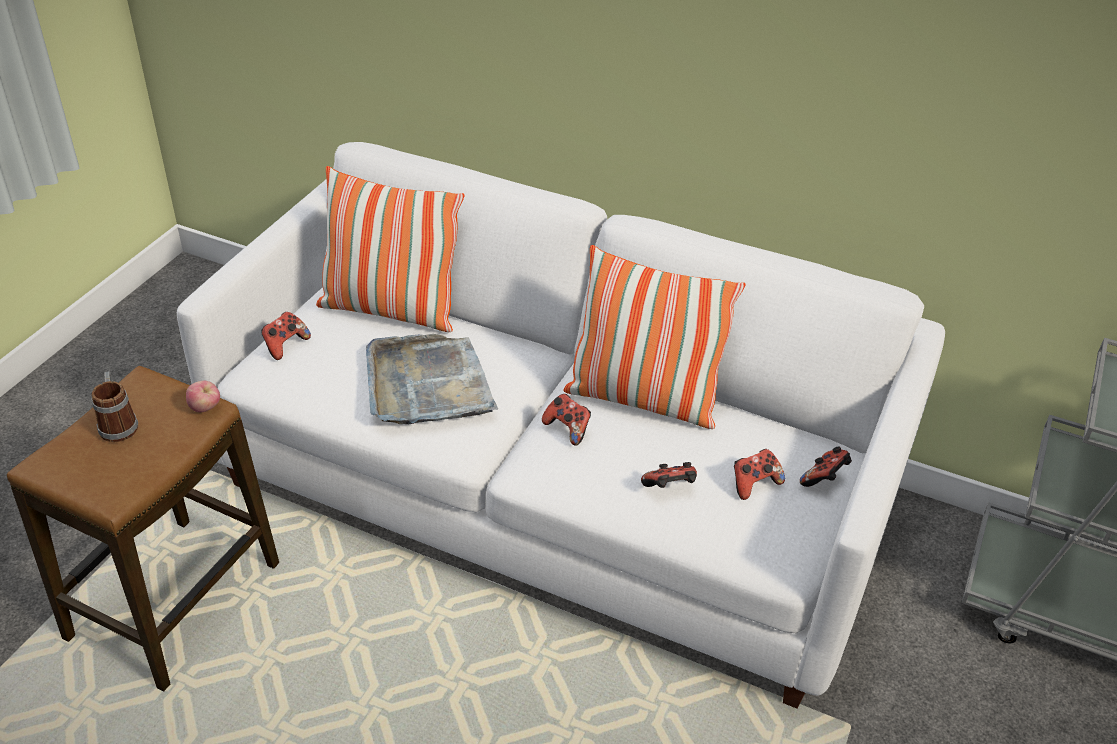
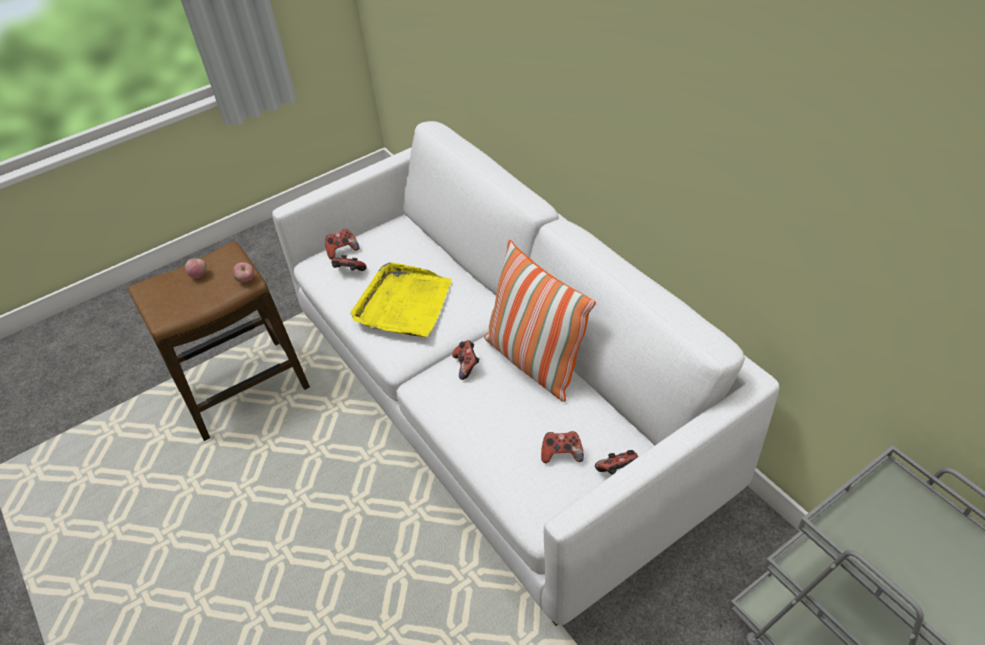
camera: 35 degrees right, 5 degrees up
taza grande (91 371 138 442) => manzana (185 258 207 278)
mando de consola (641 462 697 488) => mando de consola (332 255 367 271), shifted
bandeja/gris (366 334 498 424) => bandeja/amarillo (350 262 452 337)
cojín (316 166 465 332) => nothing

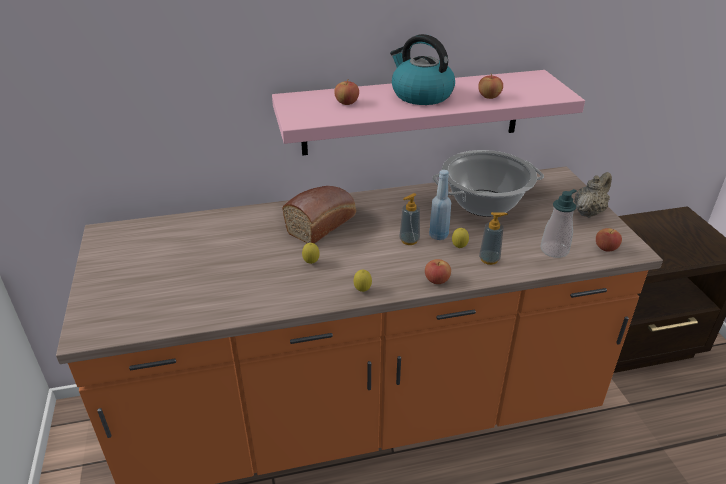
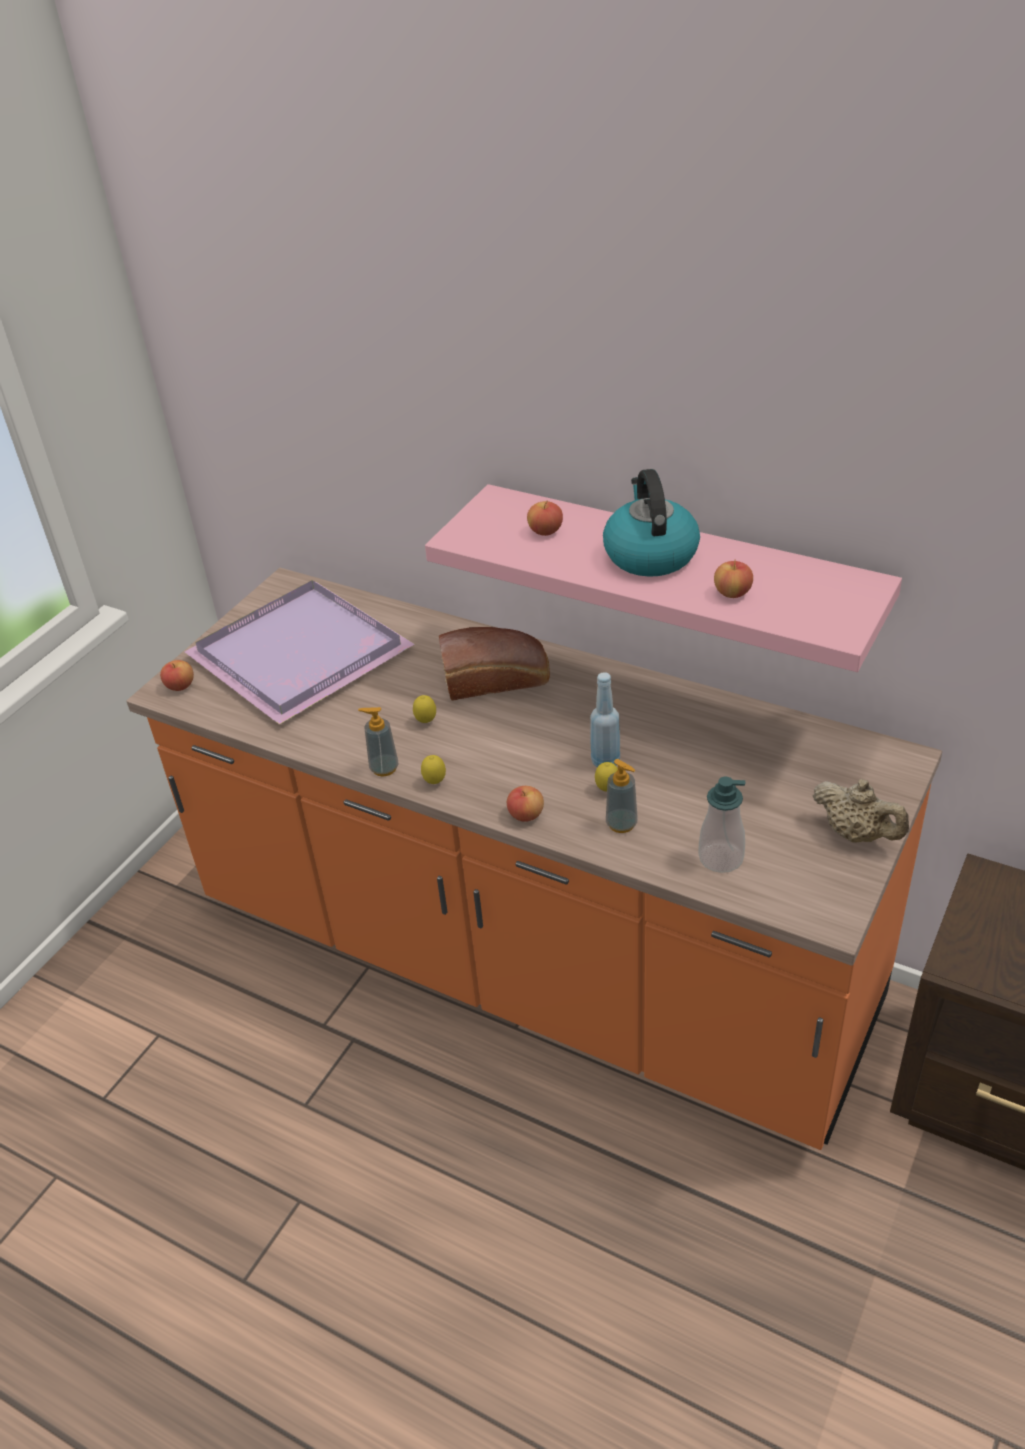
camera: 45 degrees right, 5 degrees up
manzana (596 228 622 252) => manzana (160 660 194 691), shifted
nothing => bandeja/morado (185 580 415 725)
dispensador de jabón (399 193 420 245) => dispensador de jabón (358 707 398 777), shifted
tetera/beis (574 172 612 218) => tetera/beis (813 779 909 843), 45 degrees clockwise
olla (432 150 544 217) => nothing

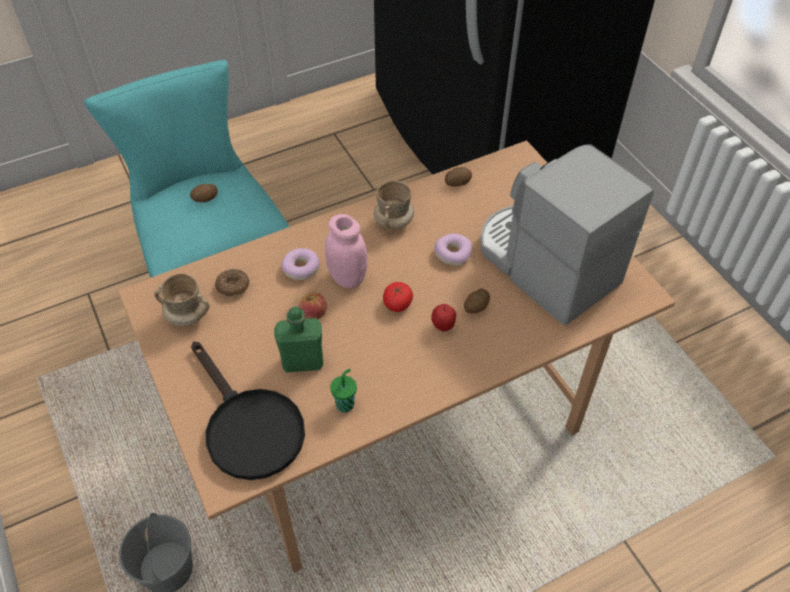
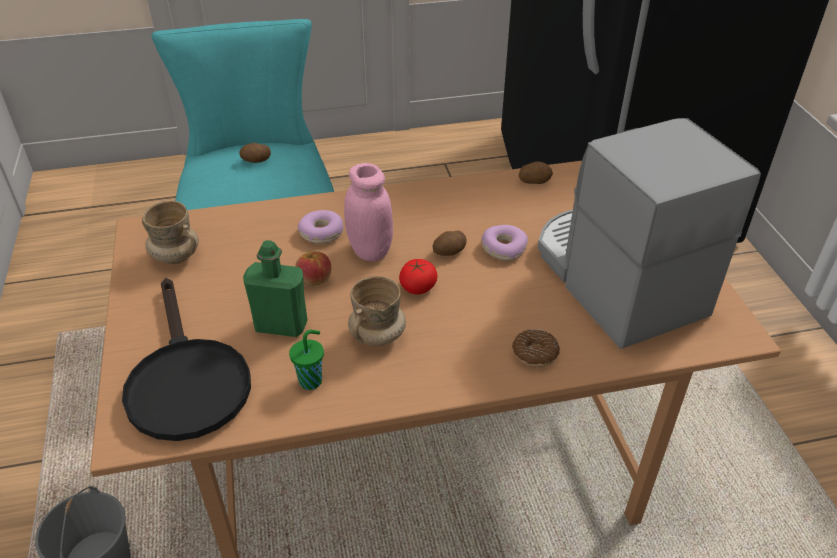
camera: 15 degrees right, 10 degrees down
taza grande/beis (374 180 414 229) => taza grande/beis (348 276 406 346), shifted
patata (464 288 490 314) => patata (433 231 467 256), shifted
rosquilla (215 269 250 297) => rosquilla (512 329 560 367), shifted
manzana (431 304 456 332) => nothing

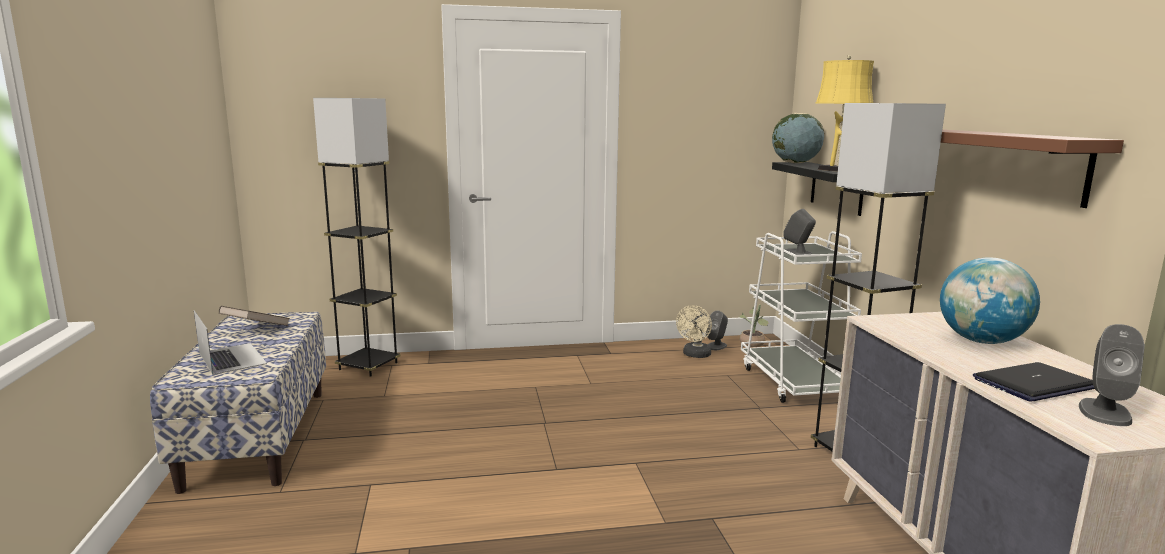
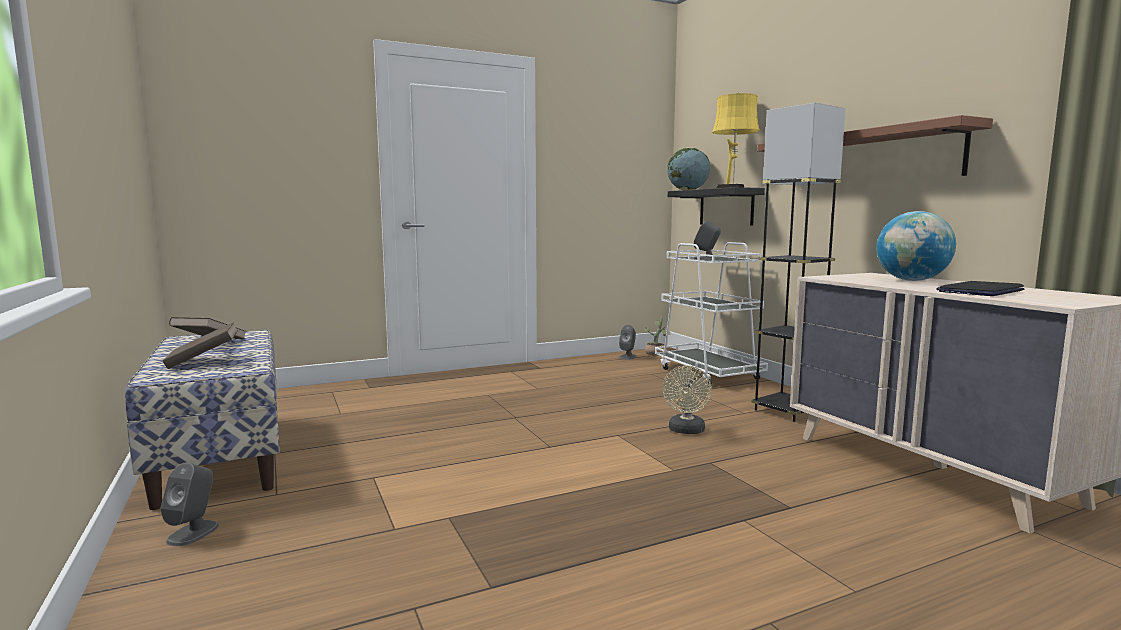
camera: 15 degrees left, 5 degrees down
altavoz/gris (1079 324 1145 426) => altavoz/gris (160 463 219 546), shifted
portátil (194 310 267 375) => libro/marrón (162 322 238 369)
ventilador/beis (676 305 712 358) => ventilador/beis (662 365 712 434), shifted
lámpara de pie/gris (313 98 400 377) => nothing

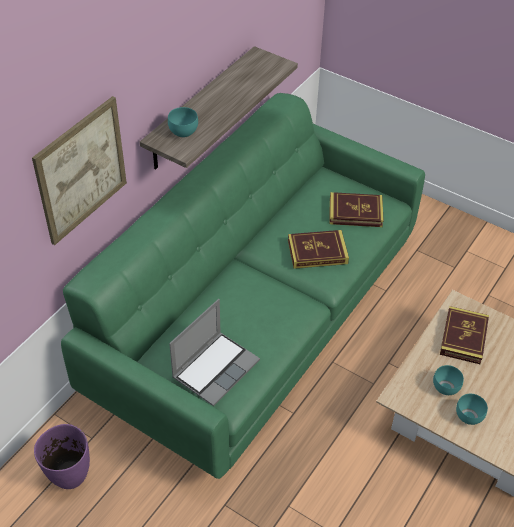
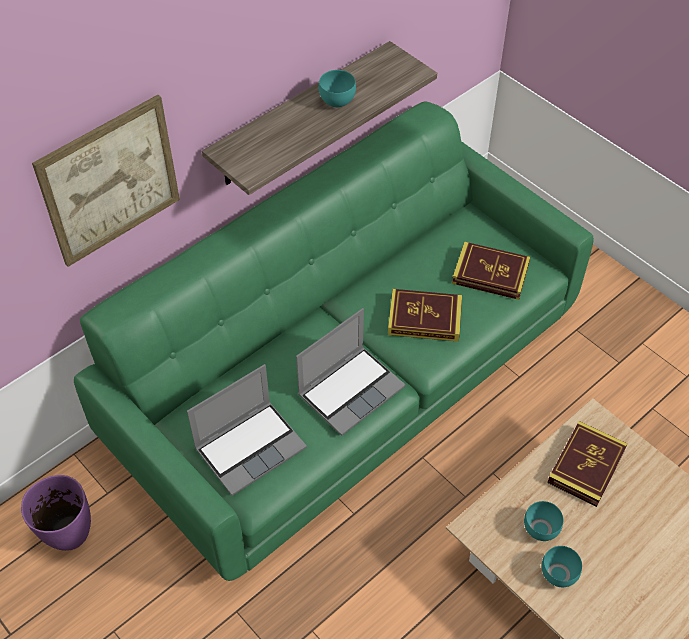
camera: 15 degrees right, 5 degrees up
nothing => portátil (296 308 405 436)
cuenco/turquesa (168 107 198 138) => cuenco/turquesa (319 70 356 108), shifted

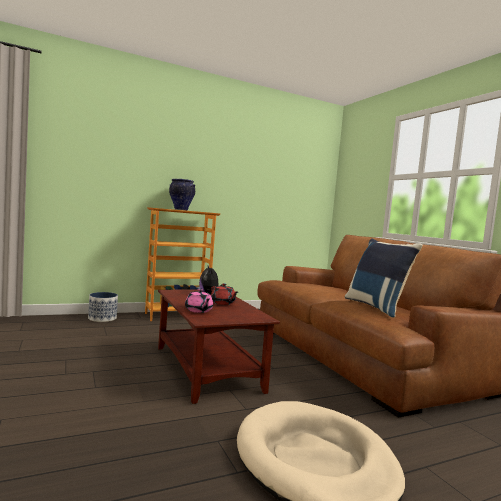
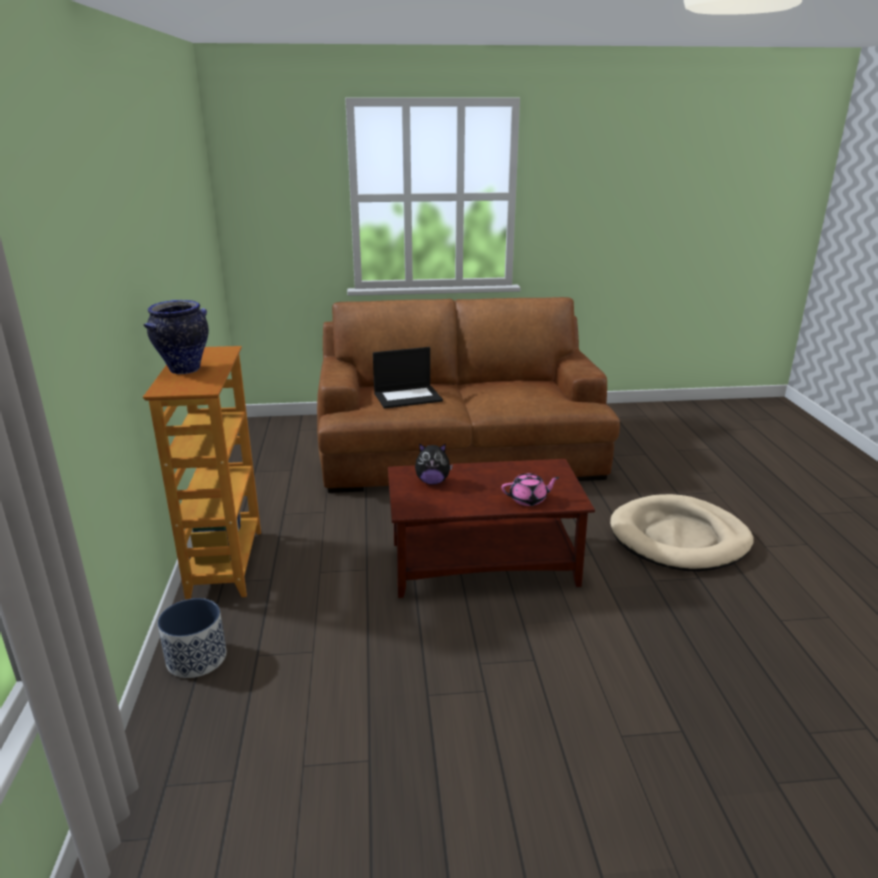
camera: 70 degrees left, 20 degrees up
nothing => portátil (373 347 443 409)
tetera/rojo (211 283 238 305) => nothing
cojín/azul (345 239 423 318) => nothing

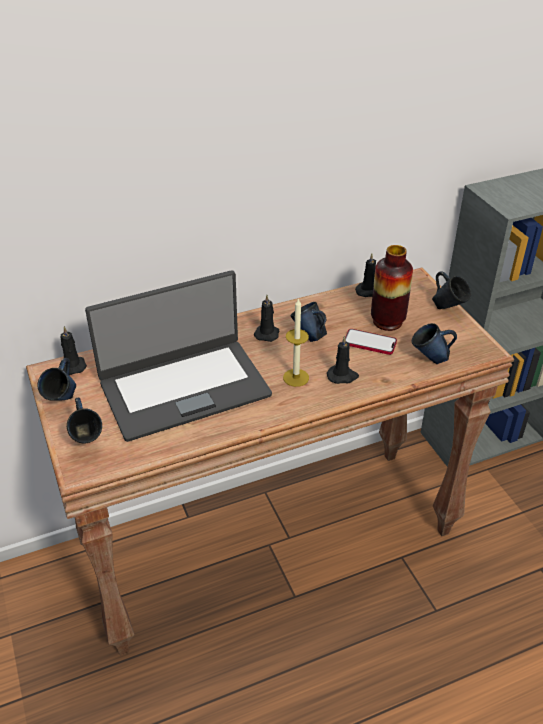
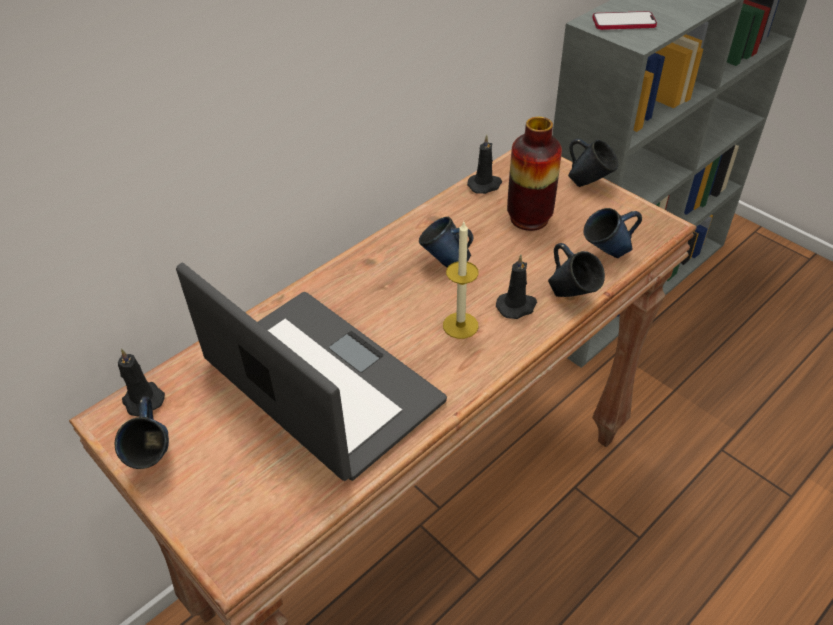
camera: 20 degrees left, 5 degrees up
portátil (85 271 272 442) => portátil (176 263 447 481), 90 degrees counterclockwise
taza grande/azul (67 398 102 443) => taza grande/azul (548 243 605 297), shifted
móvil (345 329 397 355) => móvil (593 11 657 30), shifted
vela/negro (254 295 279 342) => nothing

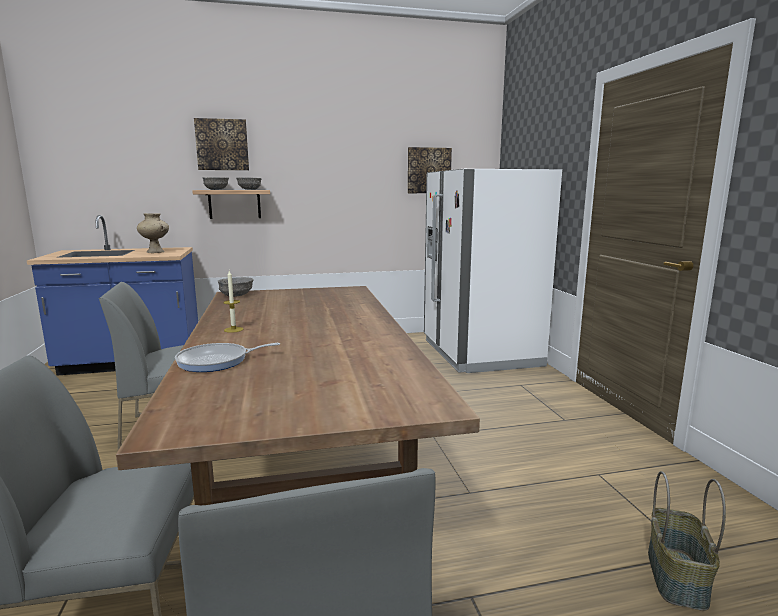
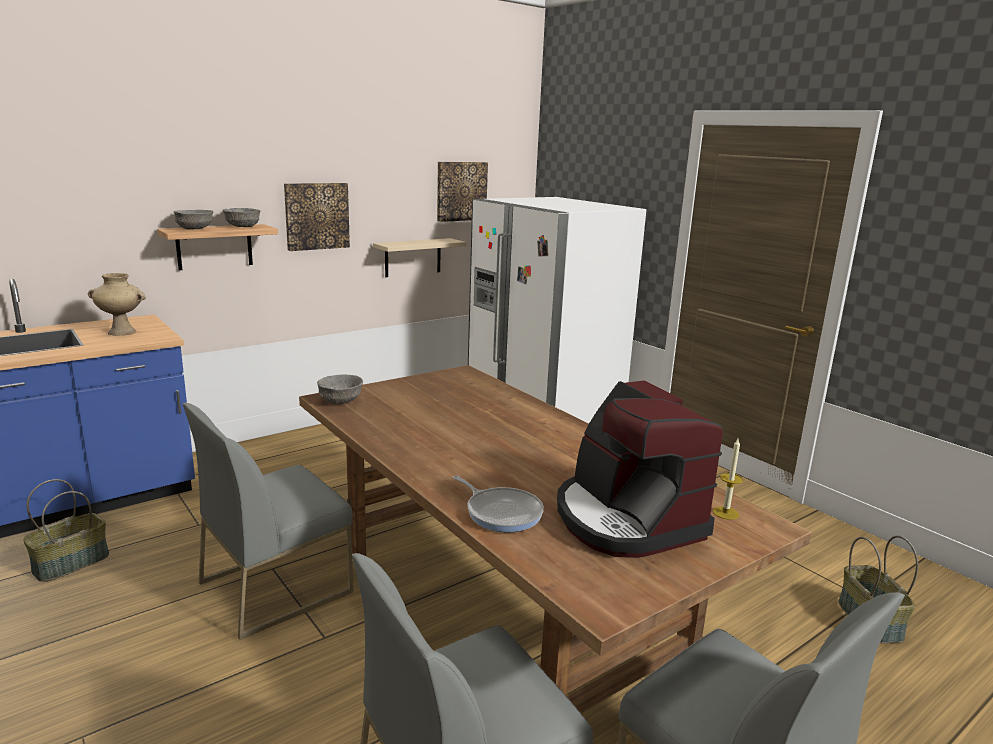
camera: 25 degrees left, 5 degrees up
nothing => cesta (23 479 109 582)
cuadro (194 118 249 170) => cuadro (284 183 350 251), shifted
nothing => estante/beis (373 238 466 277)
sartén (175 343 280 372) => sartén (453 475 544 532), 90 degrees counterclockwise
nothing => cafetera (557 380 723 558)
vela (223 271 243 333) => vela (713 439 743 520), shifted

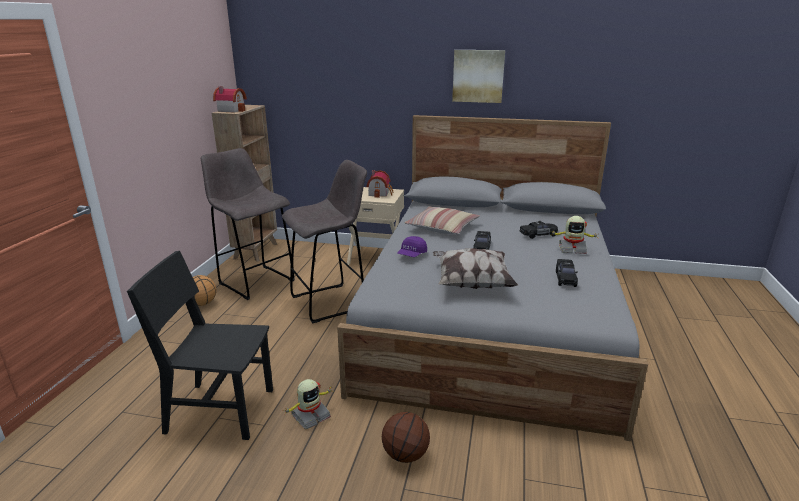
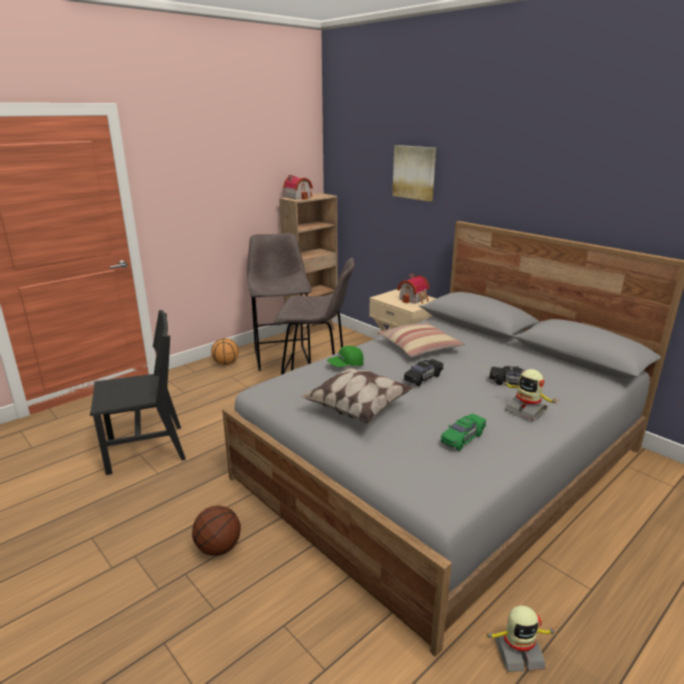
camera: 35 degrees right, 0 degrees up
silla/negro (127 251 273 440) => silla/negro (90 310 186 475), 120 degrees clockwise
gorra/morado (397 236 427 257) => gorra/verde (327 346 363 367)
cuadro (452 50 505 103) => cuadro (392 145 436 202), shifted
coche de juguete/negro (556 259 578 287) => coche de juguete/verde (441 414 486 451)
robot de juguete (283 379 333 430) => robot de juguete (483 605 557 672), shifted

